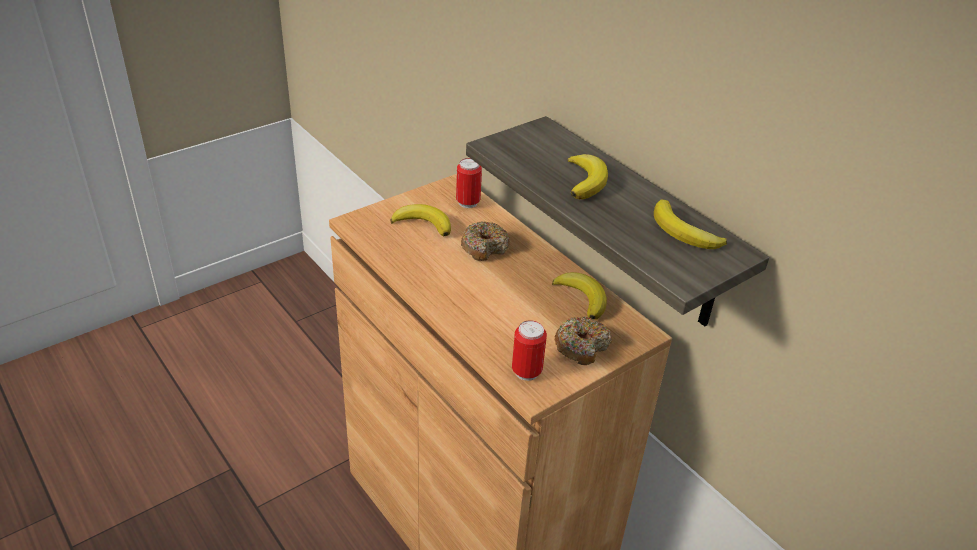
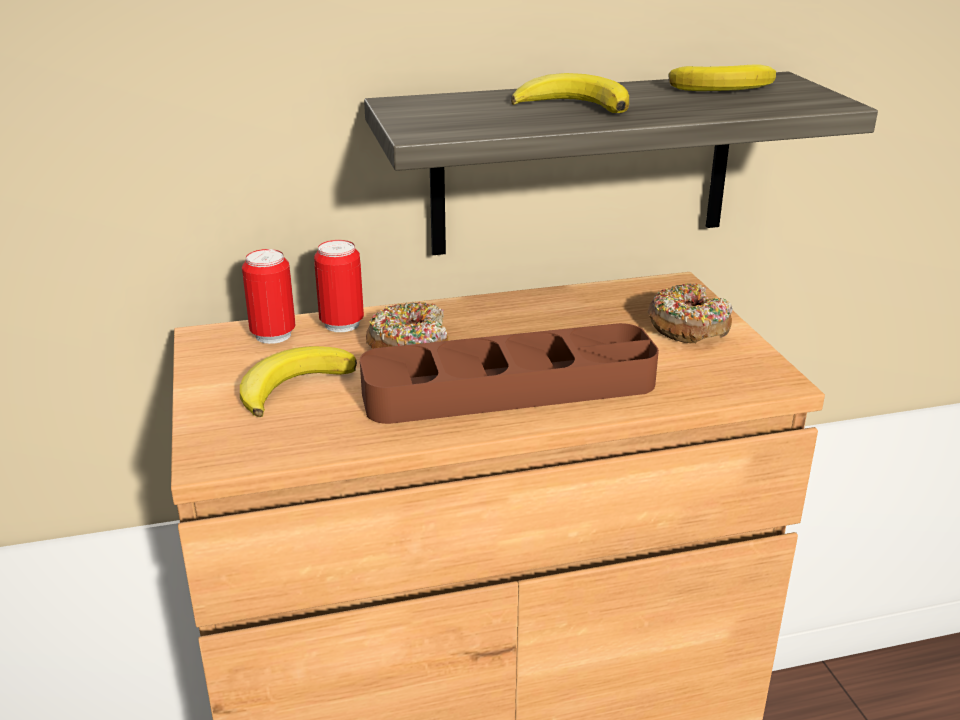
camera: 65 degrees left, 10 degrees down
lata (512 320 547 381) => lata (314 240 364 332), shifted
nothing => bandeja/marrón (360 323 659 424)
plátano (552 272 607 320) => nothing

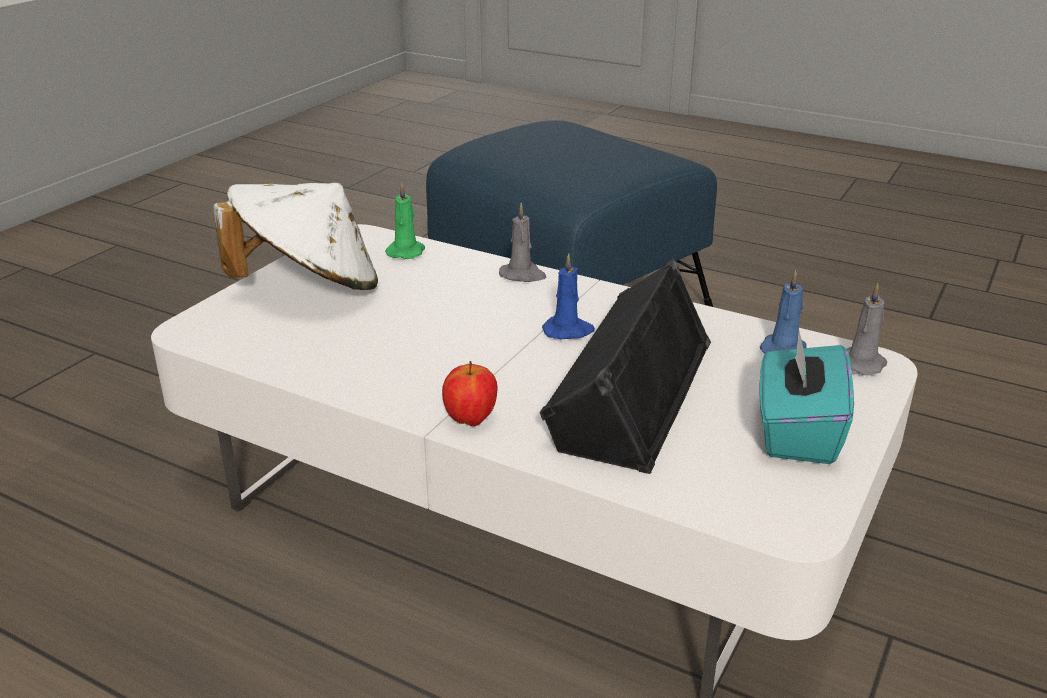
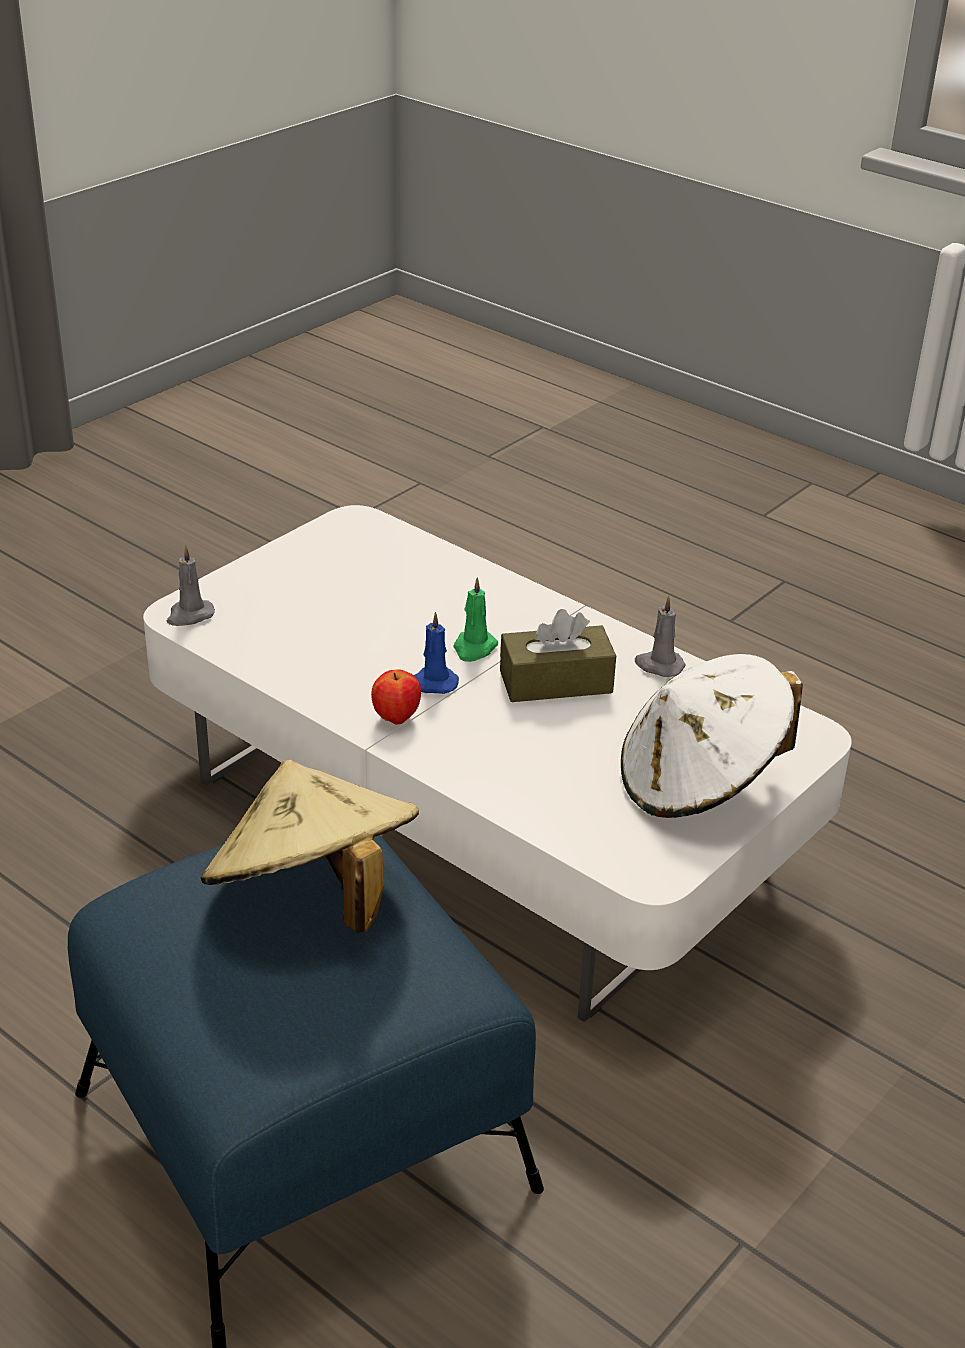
camera: 170 degrees left, 5 degrees up
nothing => sombrero/beis (201 760 419 933)
manzana (442 361 498 426) => manzana (371 669 421 724), shifted
vela/verde (385 183 425 259) => vela/verde (453 577 498 662), shifted
nothing => caja de pañuelos/marrón (500 609 616 702)
vela/gris (499 203 546 282) => vela/gris (635 595 686 677), shifted
altavoz/negro (540 258 711 474) => nothing
vela/azul (760 270 806 354) => nothing
caja de pañuelos/turquesa (760 331 854 464) => nothing

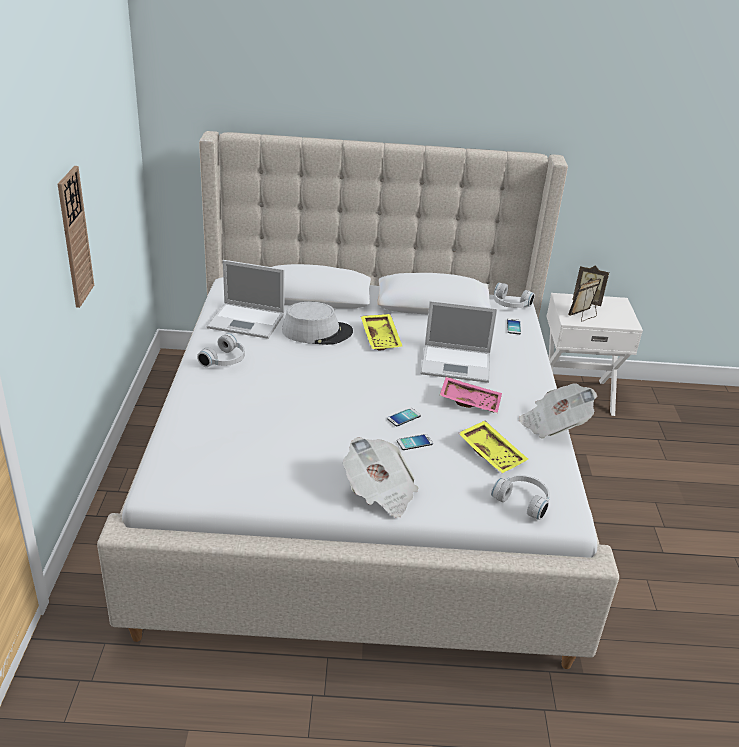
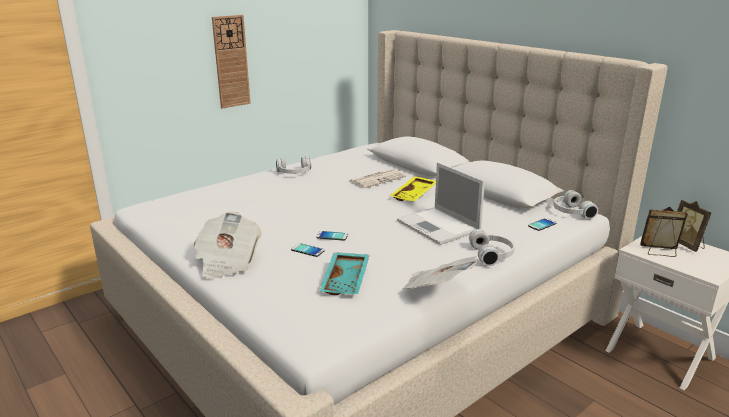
camera: 50 degrees right, 10 degrees down
bandeja/amarillo (458 421 528 474) => bandeja/turquesa (319 252 369 295)
sombrero/gris (282 302 353 345) => periódico (349 169 406 188)
auriculares/blanco (491 475 550 520) => auriculares/blanco (469 229 515 266), shifted
portátil (207 260 285 339) => nothing
bandeja/rosa (439 377 502 413) => nothing

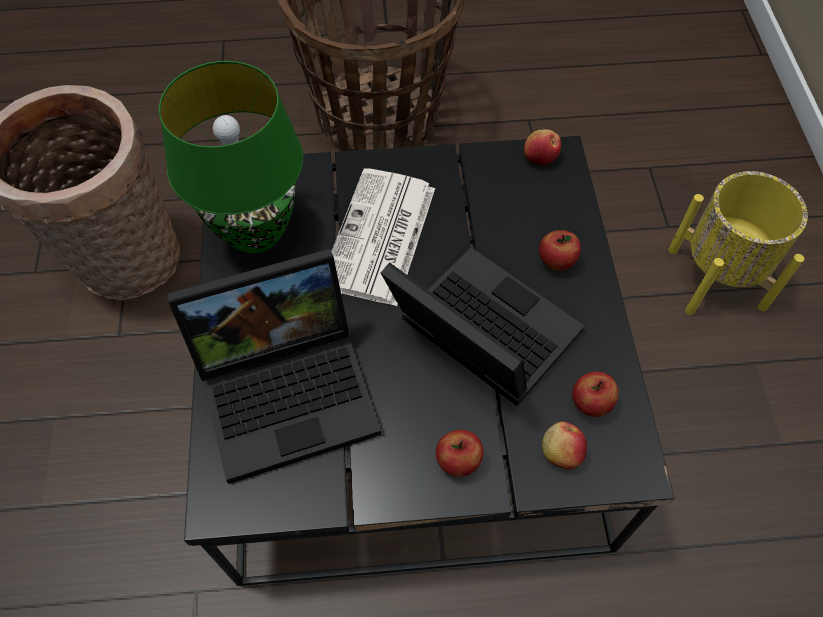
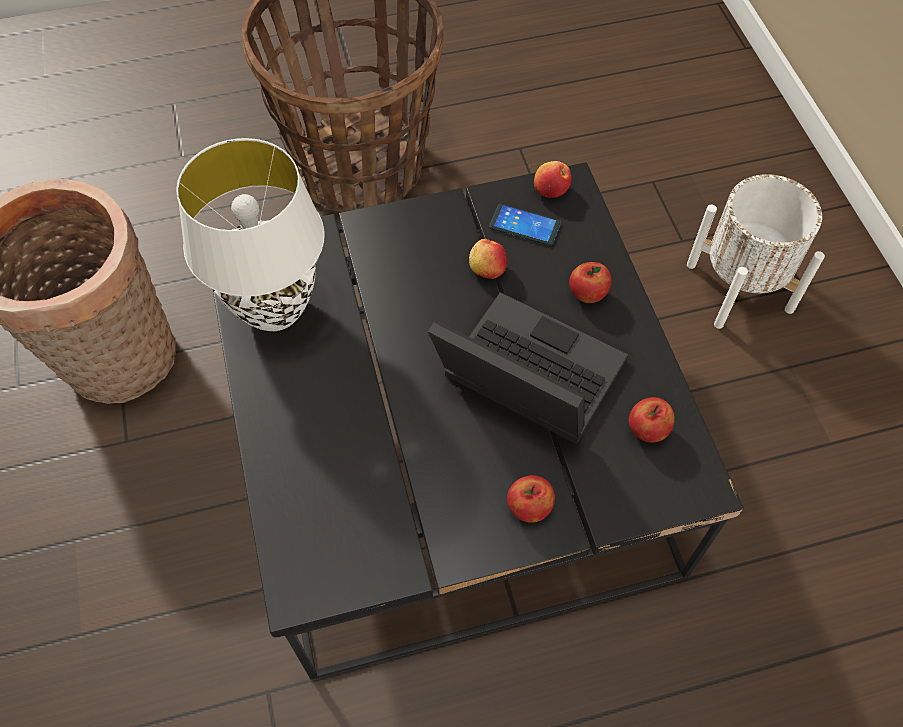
camera: 10 degrees left, 0 degrees up
lámpara de mesa/verde (159 61 303 253) => lámpara de mesa/blanco (176 138 325 331)
manzana (542 422 587 469) => manzana (469 239 507 279), shifted
nothing => móvil (489 204 561 246)
maceta/amarillo (668 171 808 315) => maceta/blanco (687 174 825 329)
portátil (167 249 382 484) => nothing
periódico (331 168 435 306) => nothing

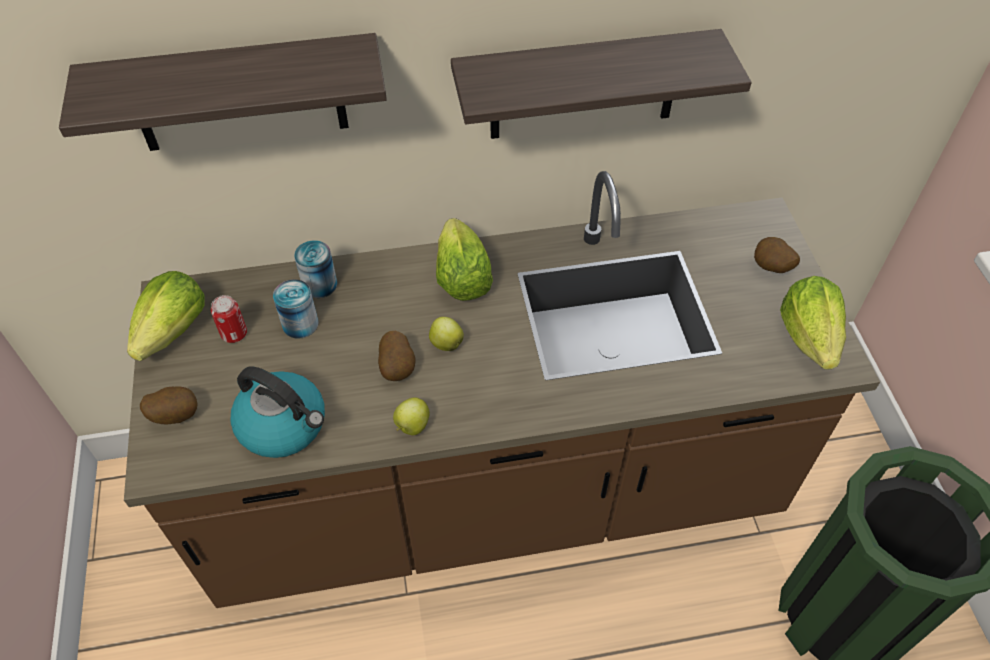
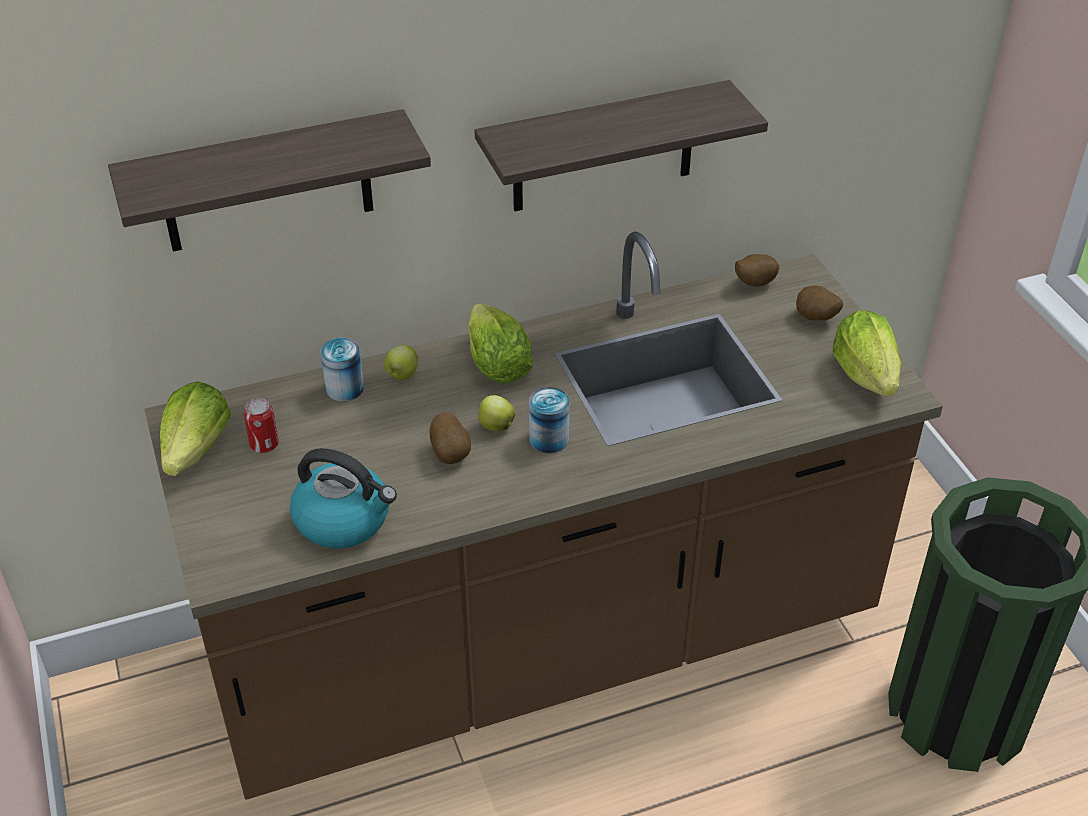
camera: 10 degrees left, 10 degrees down
manzana (393 397 430 435) => manzana (384 345 418 380), shifted
lata (273 279 319 339) => lata (529 387 570 453), shifted
patata (140 387 198 424) => patata (735 254 779 286), shifted

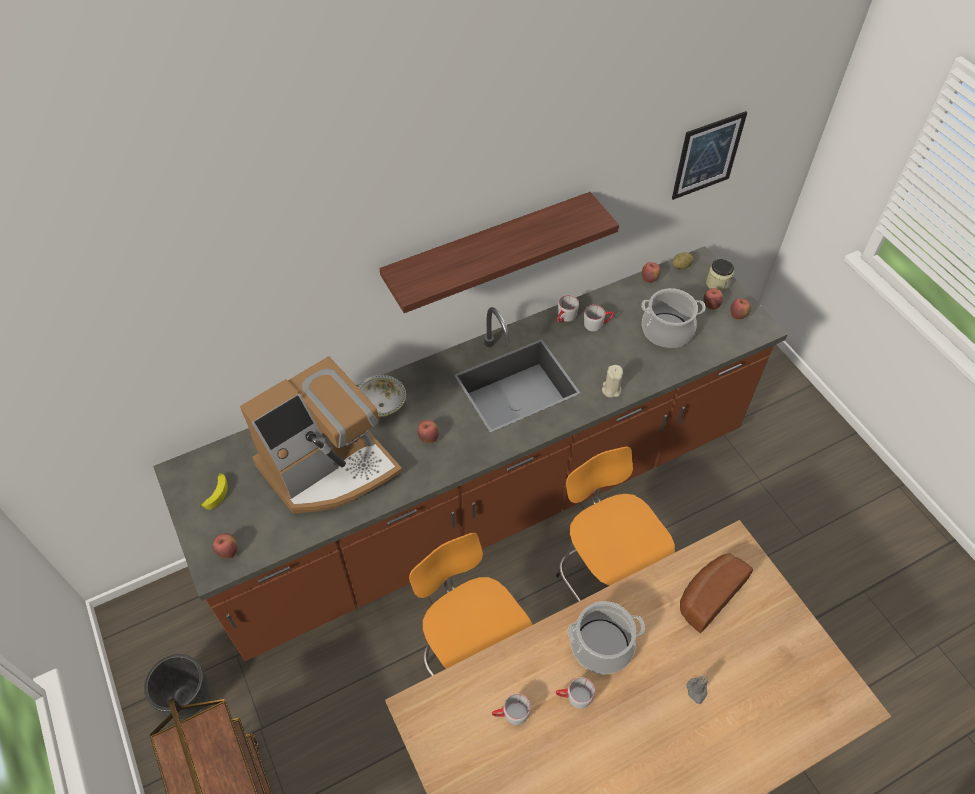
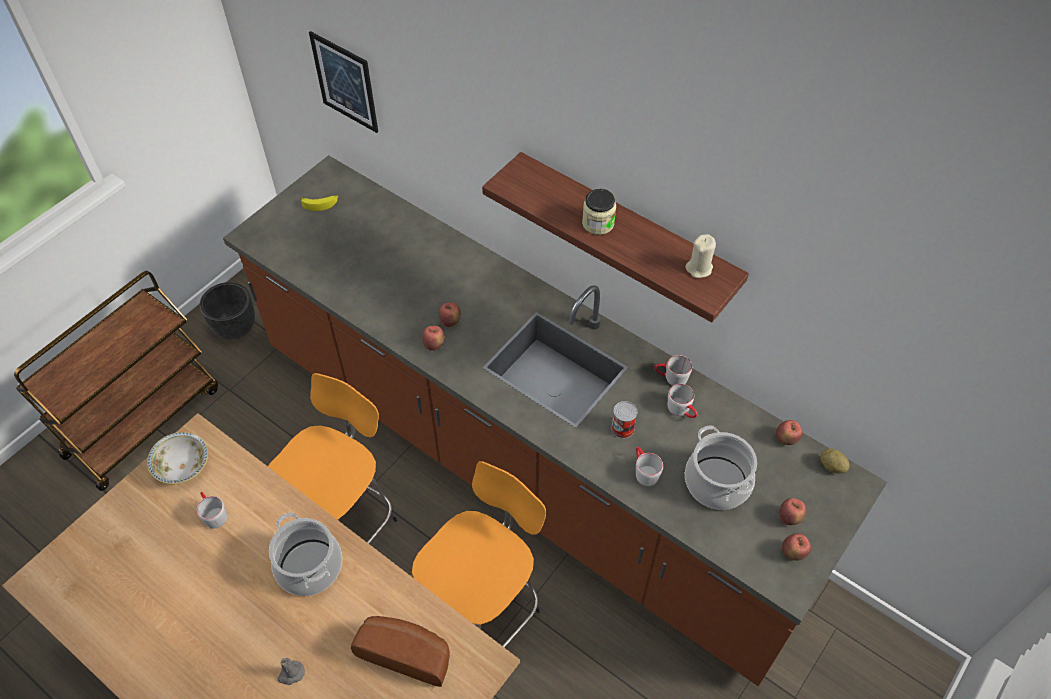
camera: 65 degrees right, 0 degrees up
cuenco (357 375 406 417) => cuenco (147 432 208 484), shifted
cuadro (672 111 747 200) => cuadro (309 31 378 133), shifted
manzana (213 533 237 559) => manzana (422 325 445 351), shifted
tarro (706 259 734 292) => tarro (582 189 616 235), shifted
nothing => lata (611 401 637 438)
taza grande/gris (556 677 595 709) => taza grande/gris (636 447 663 486), shifted
vela/beis (602 365 623 398) => vela/beis (685 234 716 278), shifted
cafetera (240 357 402 514) => nothing

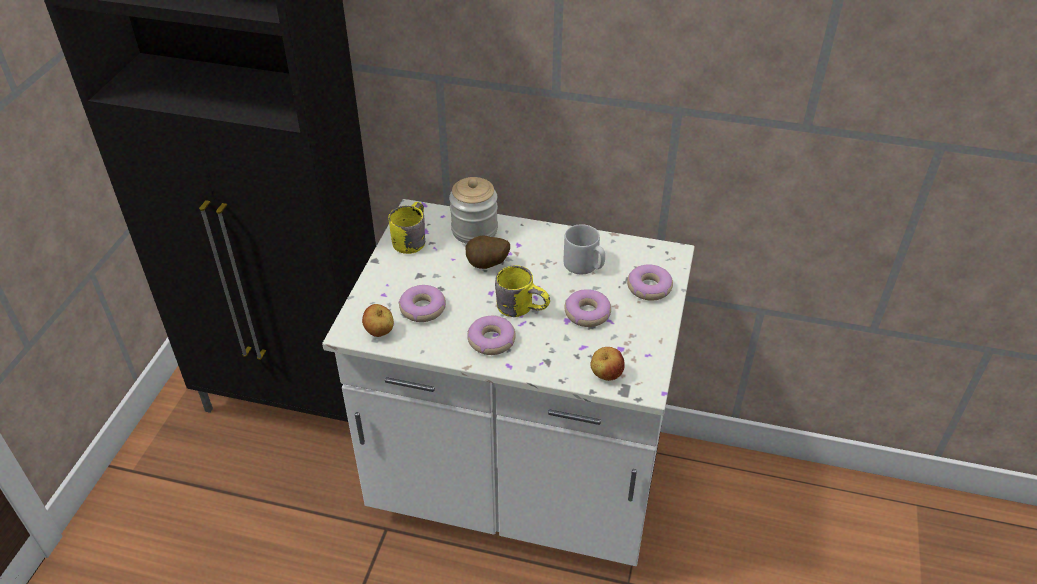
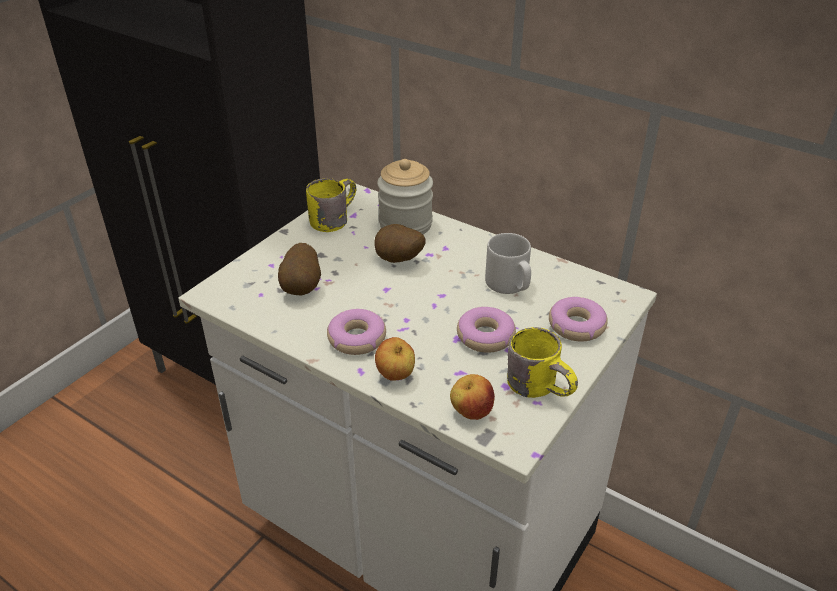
camera: 20 degrees right, 5 degrees down
rosquilla (399 285 446 322) => patata (278 243 321 295)
manzana (362 304 394 337) => manzana (375 337 415 381), shifted
taza grande/amarillo (495 265 550 317) => taza grande/amarillo (507 327 578 398), shifted

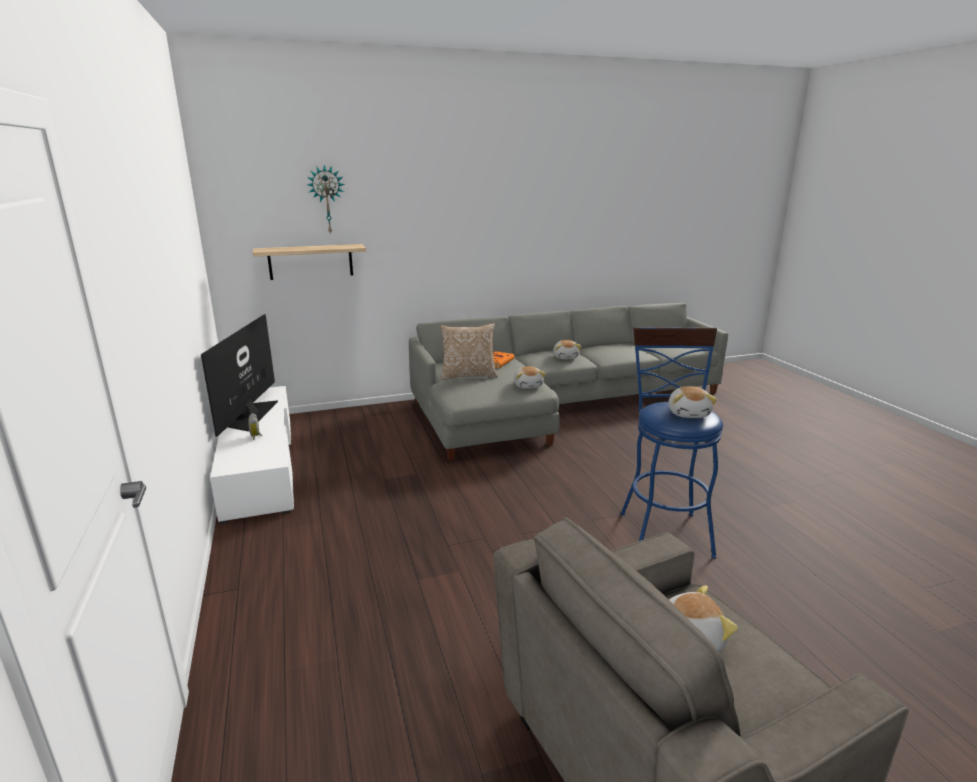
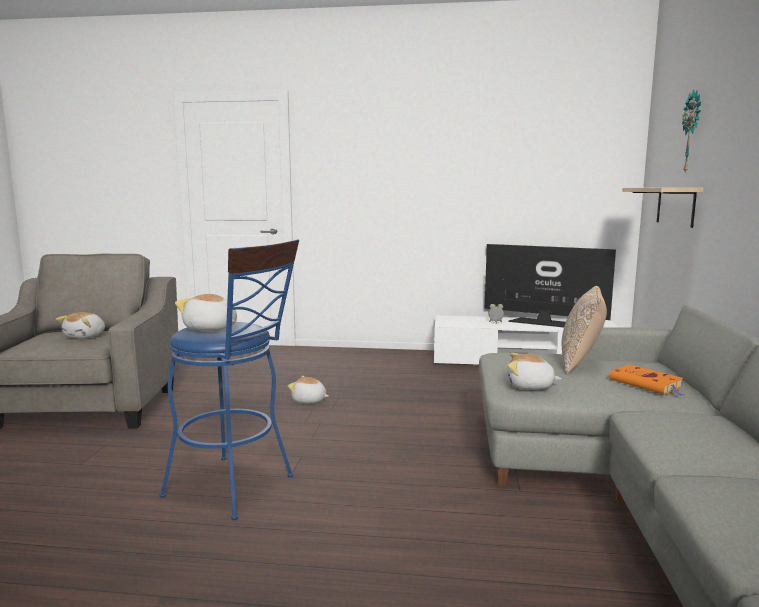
camera: 115 degrees right, 10 degrees down
peluche (553 340 582 359) => peluche (288 376 329 403), shifted

